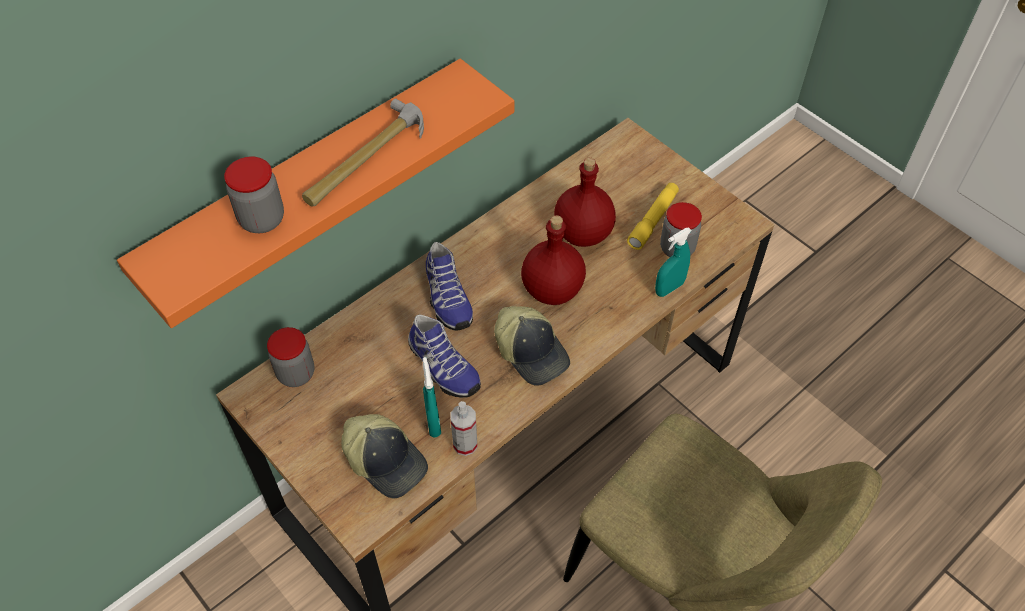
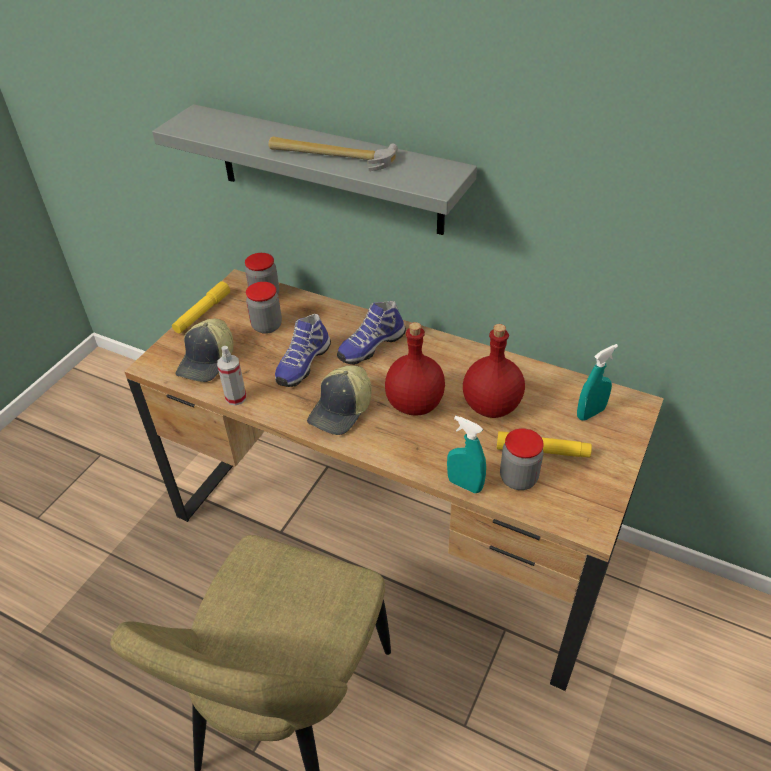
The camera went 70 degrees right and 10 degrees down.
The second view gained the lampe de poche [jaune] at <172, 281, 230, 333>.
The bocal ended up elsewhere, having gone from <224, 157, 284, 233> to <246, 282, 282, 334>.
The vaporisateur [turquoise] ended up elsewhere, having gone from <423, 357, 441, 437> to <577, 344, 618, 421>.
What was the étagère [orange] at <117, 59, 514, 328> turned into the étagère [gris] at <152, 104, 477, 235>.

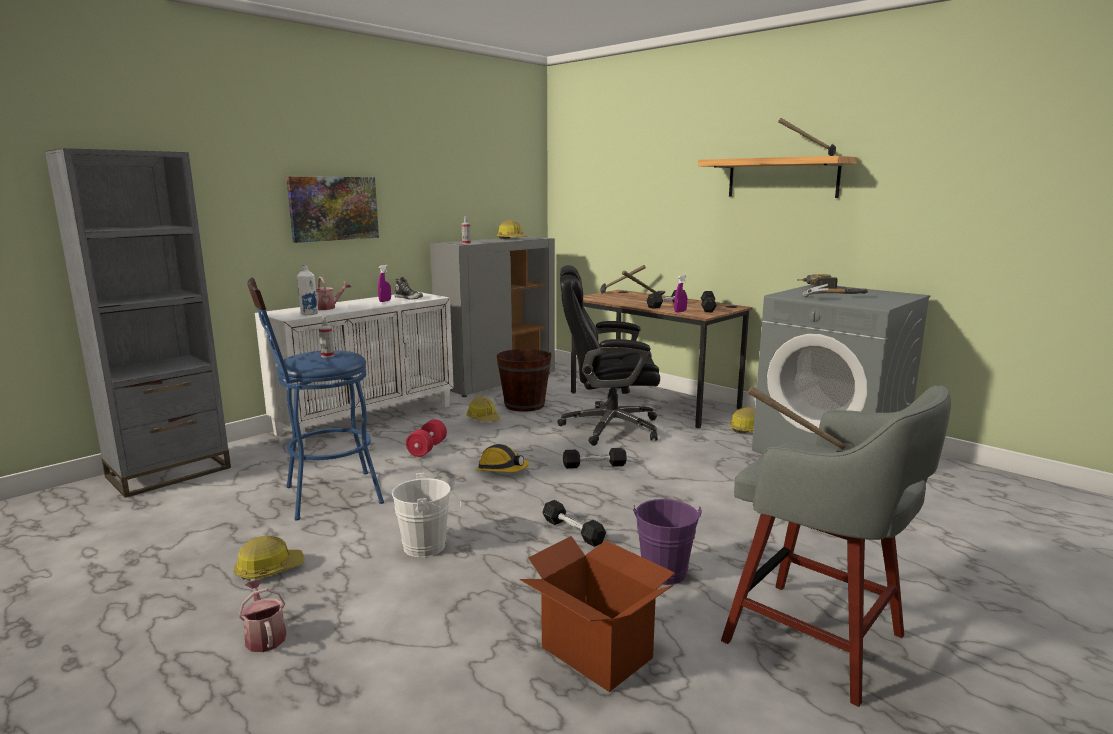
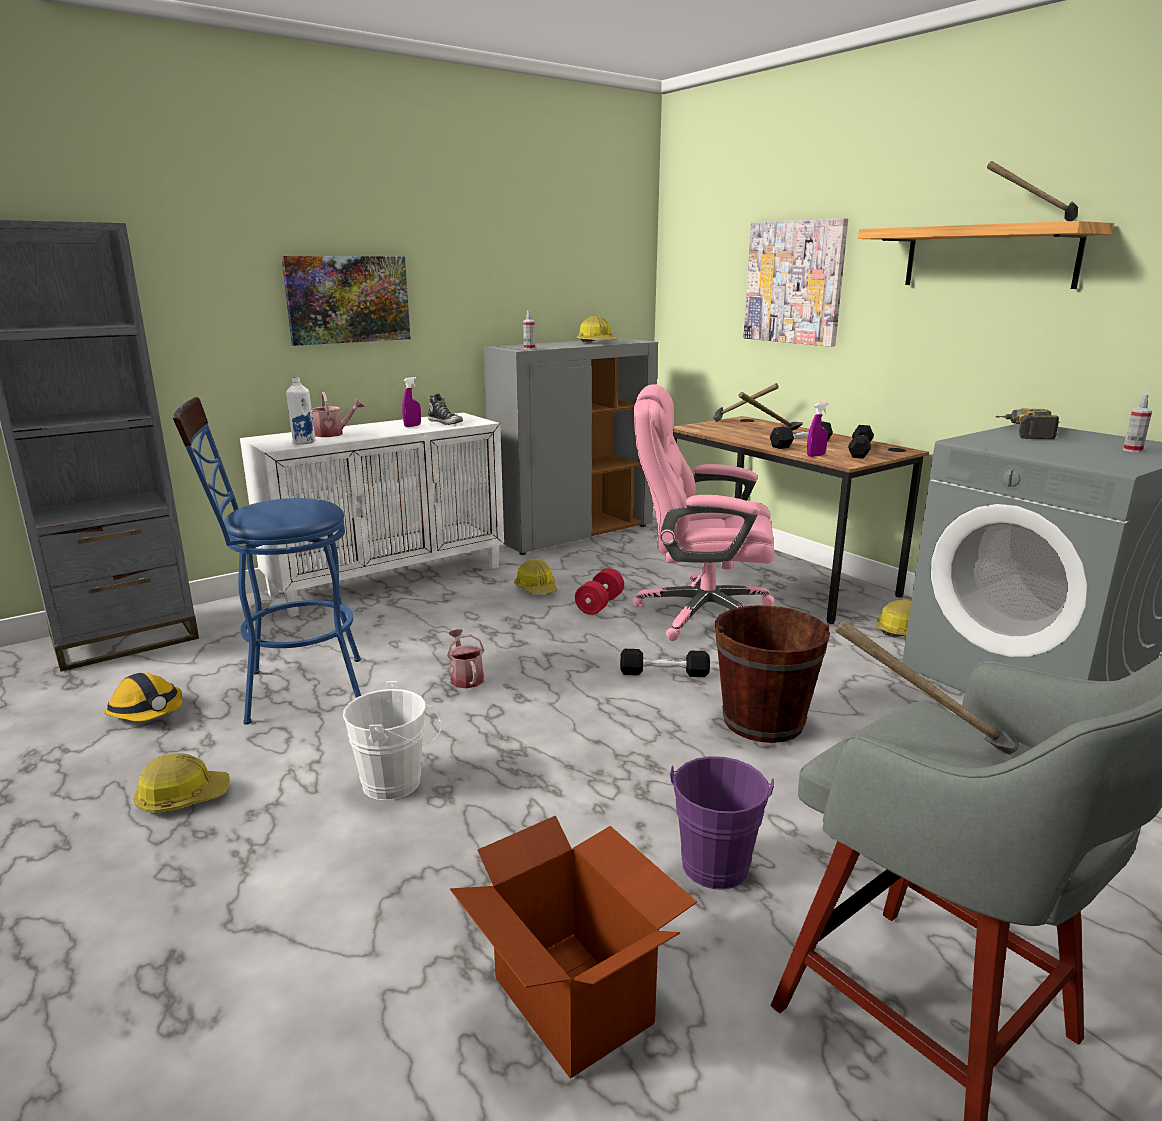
The camera went 10 degrees right and 5 degrees up.
The second view lost the haltère [noir] at <543, 500, 606, 547>.
The second view lost the marteau at <802, 284, 868, 297>.
The second view gained the tableau at <743, 218, 848, 347>.
The arrosoir ended up elsewhere, having gone from <239, 579, 286, 652> to <447, 629, 484, 689>.
The vaporisateur ended up elsewhere, having gone from <319, 316, 334, 358> to <1123, 394, 1152, 453>.
The haltère [rouge] ended up elsewhere, having gone from <406, 419, 447, 457> to <575, 568, 624, 615>.
The casque de chantier ended up elsewhere, having gone from <476, 444, 529, 472> to <104, 673, 183, 721>.
The seau [marron] ended up elsewhere, having gone from <497, 349, 551, 412> to <715, 605, 830, 743>.
What was the chaise de bureau [noir] at <558, 265, 660, 446> turned into the chaise de bureau [rose] at <632, 384, 775, 641>.

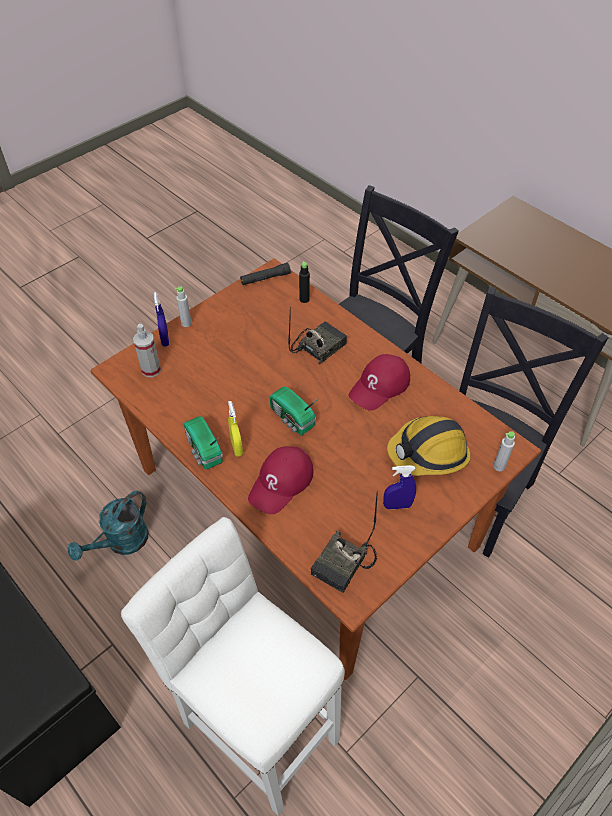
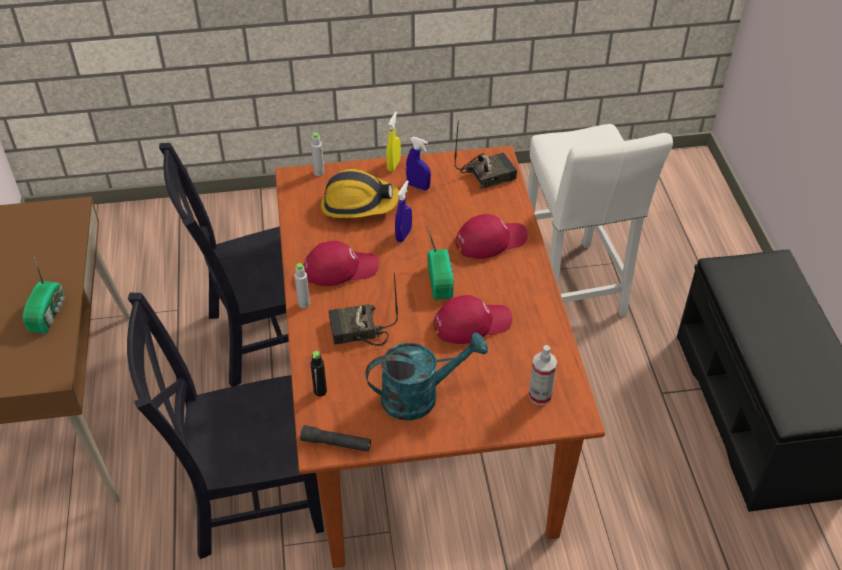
The camera went 145 degrees left and 5 degrees down.
The second view gained the casquette [rouge] at <434, 295, 512, 344>.
The arrosoir [turquoise] ended up elsewhere, having gone from <68, 491, 149, 561> to <365, 332, 488, 421>.
The vaporisateur [bleu] ended up elsewhere, having gone from <154, 292, 169, 347> to <395, 181, 412, 242>.
The bouteille [gris] ended up elsewhere, having gone from <175, 286, 192, 327> to <294, 263, 310, 308>.
The radio ended up elsewhere, having gone from <184, 416, 223, 470> to <23, 257, 65, 333>.
The vaporisateur [jaune] ended up elsewhere, having gone from <228, 401, 243, 457> to <386, 112, 401, 172>.

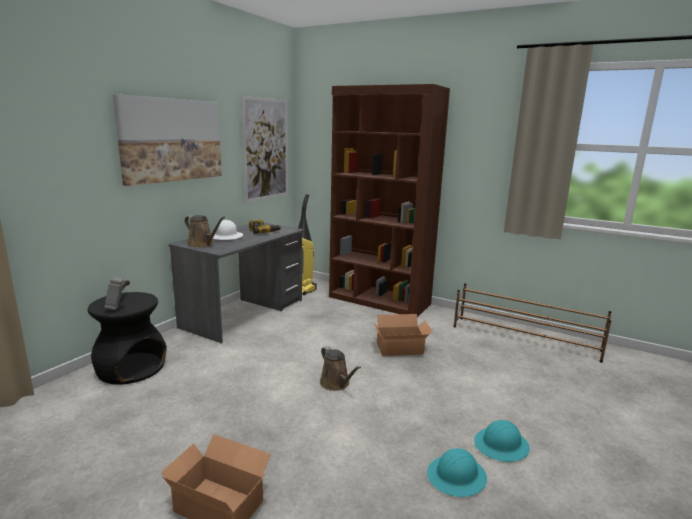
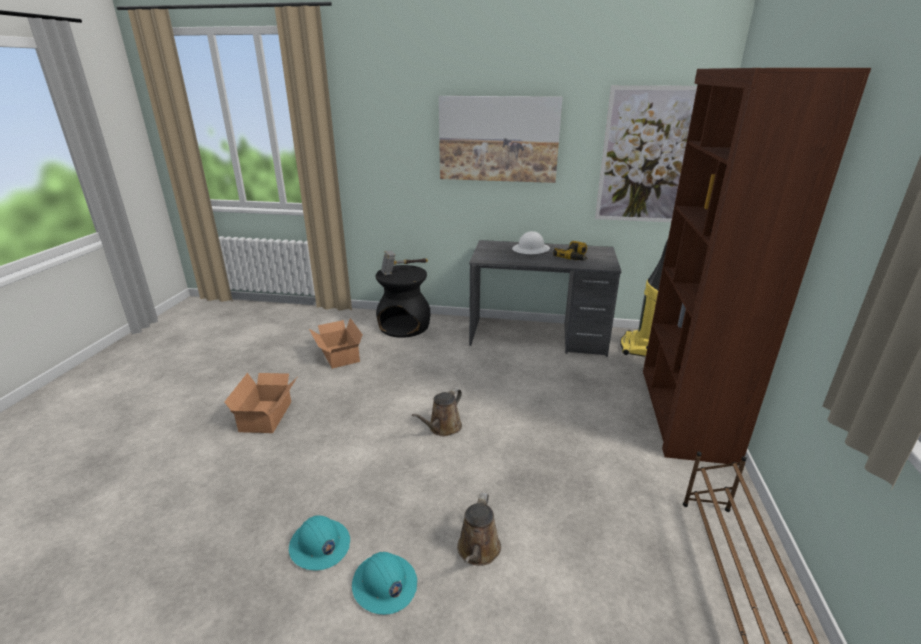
The camera went 70 degrees right and 10 degrees up.
The arrosoir [marron] ended up elsewhere, having gone from <185, 215, 225, 248> to <457, 493, 501, 566>.
The carton ended up elsewhere, having gone from <373, 314, 433, 356> to <309, 318, 363, 369>.

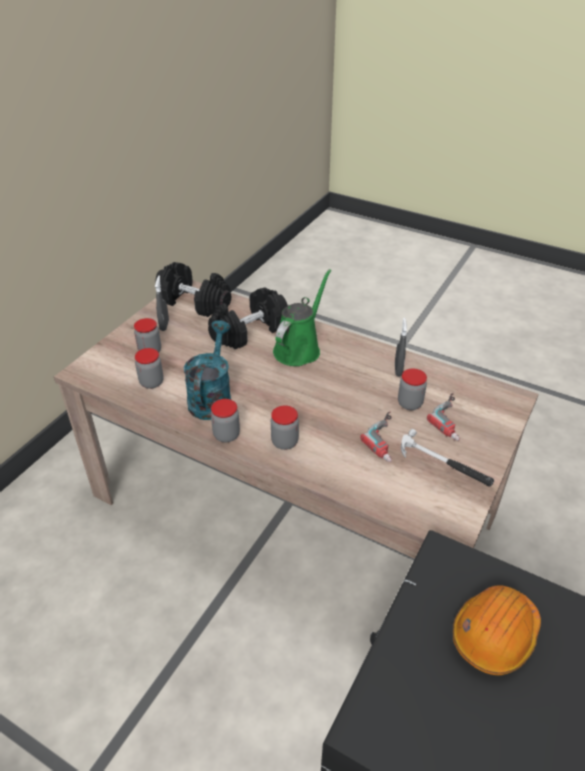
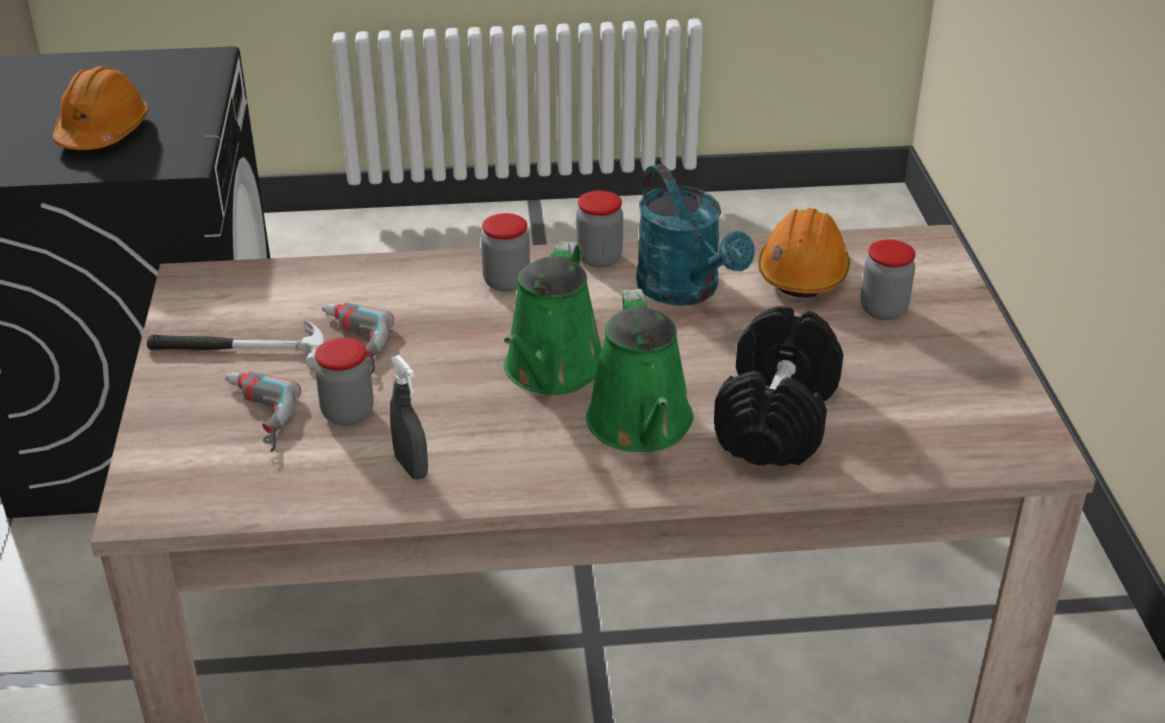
The camera went 145 degrees right and 5 degrees down.
The second view lost the haltère [noir] at <155, 262, 231, 317>.
The second view lost the vaporisateur [gris] at <155, 276, 169, 331>.
The second view gained the arrosoir [vert] at <504, 241, 602, 395>.
Where the bocal stood at <135, 348, 164, 389>, the casque de chantier [orange] came to stand at <758, 208, 850, 298>.

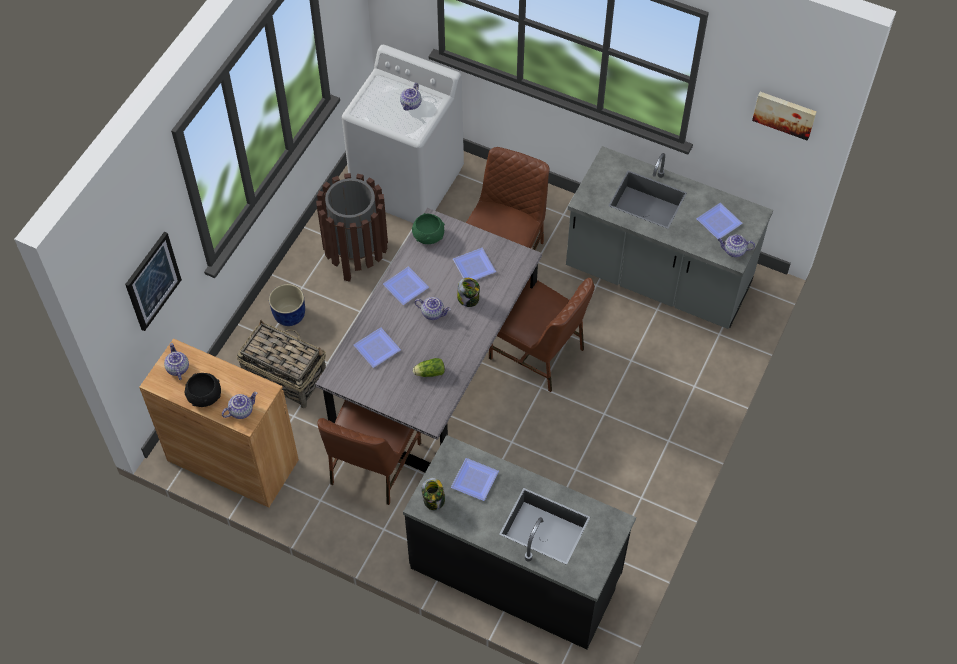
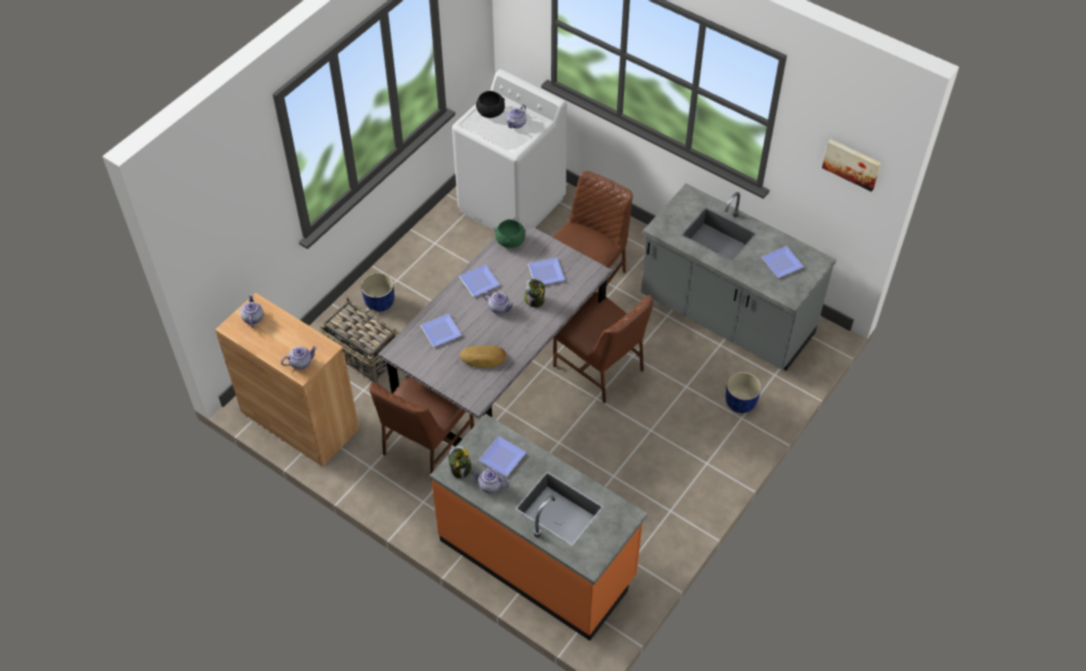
The camera went 10 degrees right and 5 degrees down.
The second view lost the tableau at <125, 232, 182, 331>.
The second view lost the poubelle [marron] at <316, 173, 388, 282>.
The second view gained the cache-pot [bleu] at <726, 372, 761, 413>.
The bol [noir] ended up elsewhere, having gone from <184, 373, 221, 407> to <476, 91, 505, 118>.
The théière ended up elsewhere, having gone from <718, 234, 755, 257> to <471, 469, 510, 493>.
Where the laitue stood at <413, 358, 445, 377>, the pain came to stand at <460, 346, 506, 368>.
What was the comptoir de cuisine [noir] at <403, 435, 636, 649> turned into the comptoir de cuisine [orange] at <430, 414, 648, 641>.

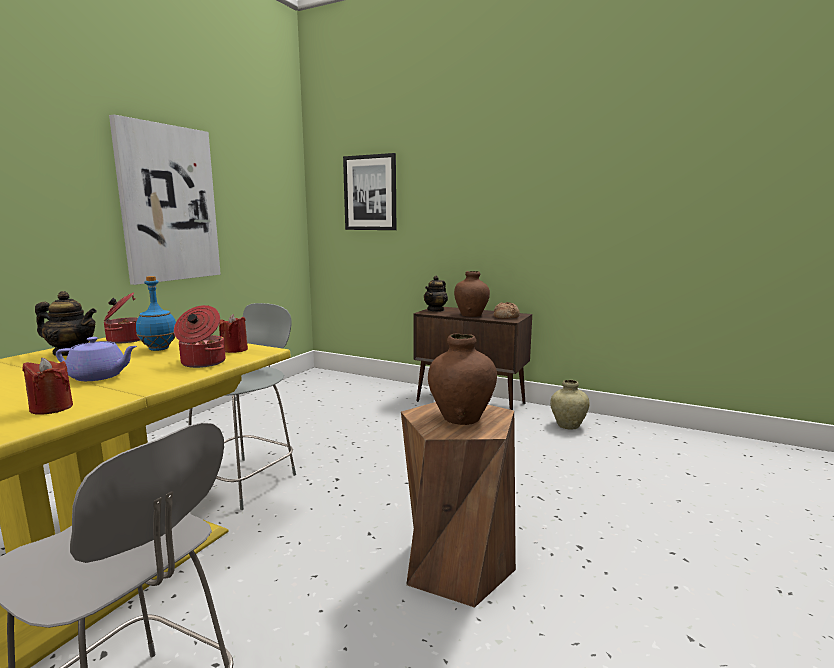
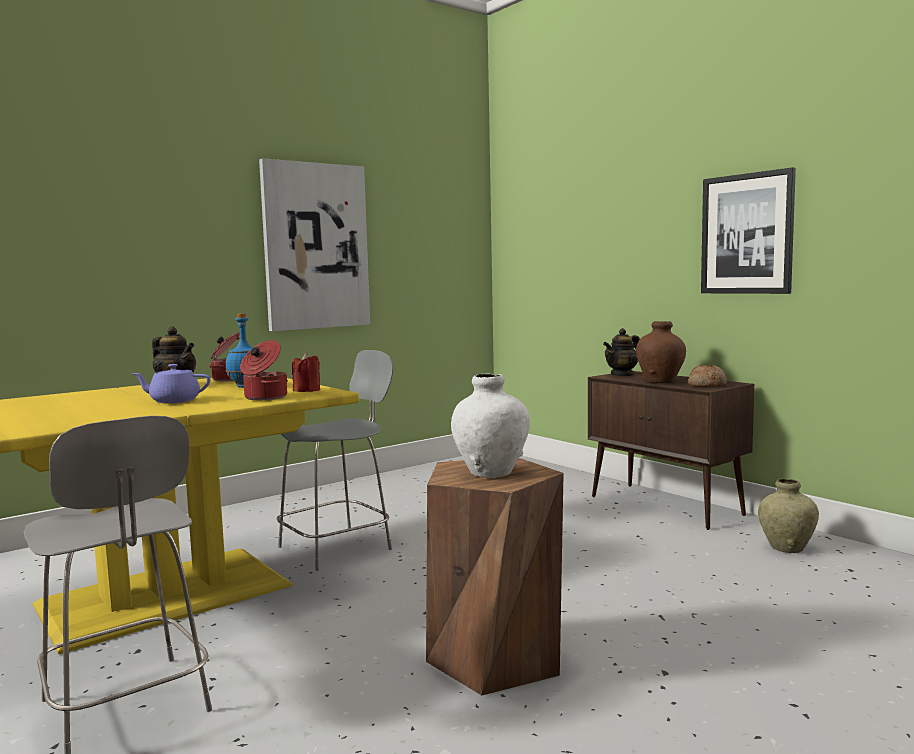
The camera went 25 degrees right and 5 degrees down.
The second view lost the bougie [rouge] at <22, 358, 73, 415>.
The tableau ended up elsewhere, having gone from <343, 153, 396, 230> to <701, 167, 796, 294>.
What was the vase [marron] at <428, 334, 497, 425> turned into the vase [blanc] at <451, 373, 530, 478>.
The théière [violet] at <56, 337, 137, 381> ended up facing another way, 150 degrees clockwise from before.

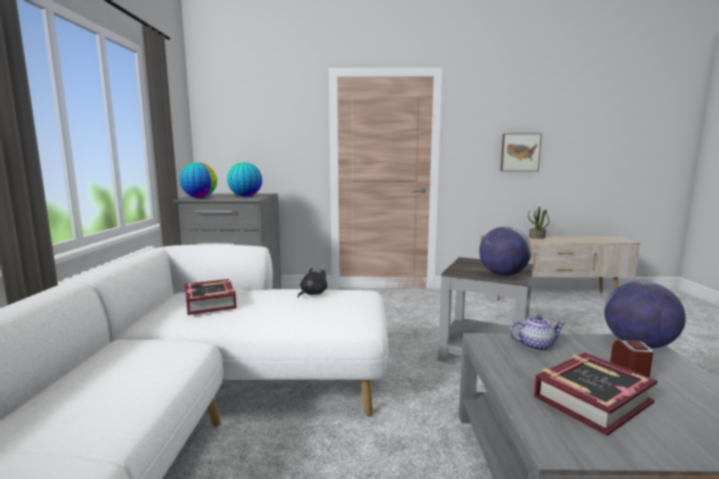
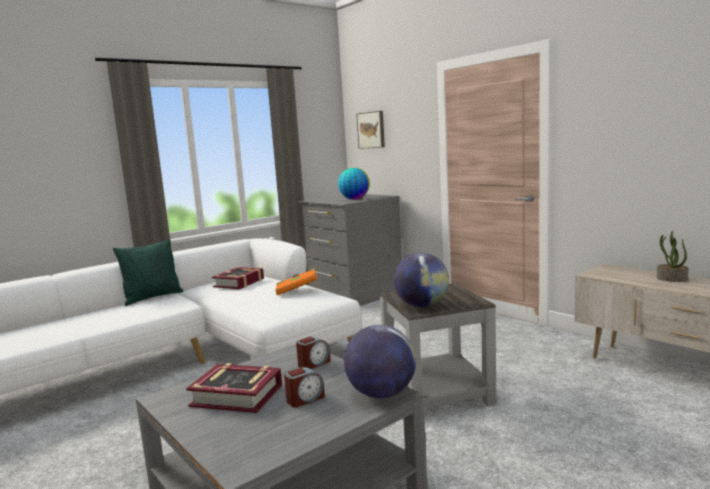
The camera went 50 degrees right and 0 degrees up.
The second view lost the globe at <179, 162, 217, 198>.
The second view gained the coussin [vert] at <113, 240, 183, 306>.
The tableau ended up elsewhere, having gone from <500, 133, 542, 171> to <356, 111, 385, 149>.
Where the peluche [noir] stood at <297, 268, 327, 298>, the livre [orange] came to stand at <275, 268, 317, 296>.
Where the théière stood at <509, 315, 566, 351>, the réveil came to stand at <296, 336, 331, 369>.

